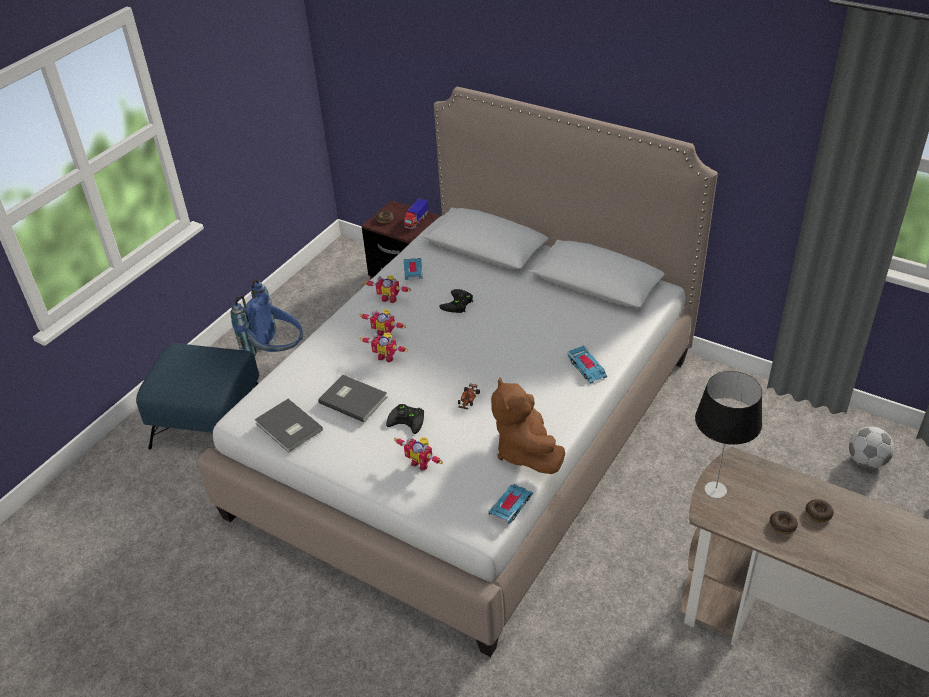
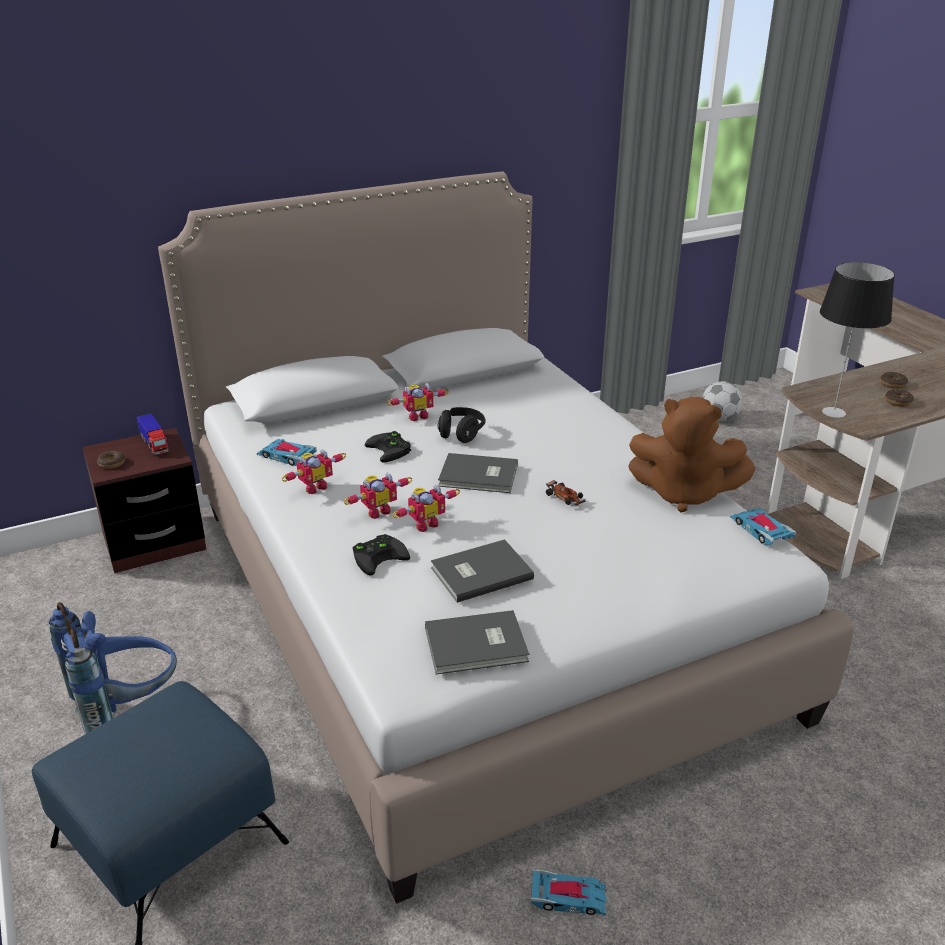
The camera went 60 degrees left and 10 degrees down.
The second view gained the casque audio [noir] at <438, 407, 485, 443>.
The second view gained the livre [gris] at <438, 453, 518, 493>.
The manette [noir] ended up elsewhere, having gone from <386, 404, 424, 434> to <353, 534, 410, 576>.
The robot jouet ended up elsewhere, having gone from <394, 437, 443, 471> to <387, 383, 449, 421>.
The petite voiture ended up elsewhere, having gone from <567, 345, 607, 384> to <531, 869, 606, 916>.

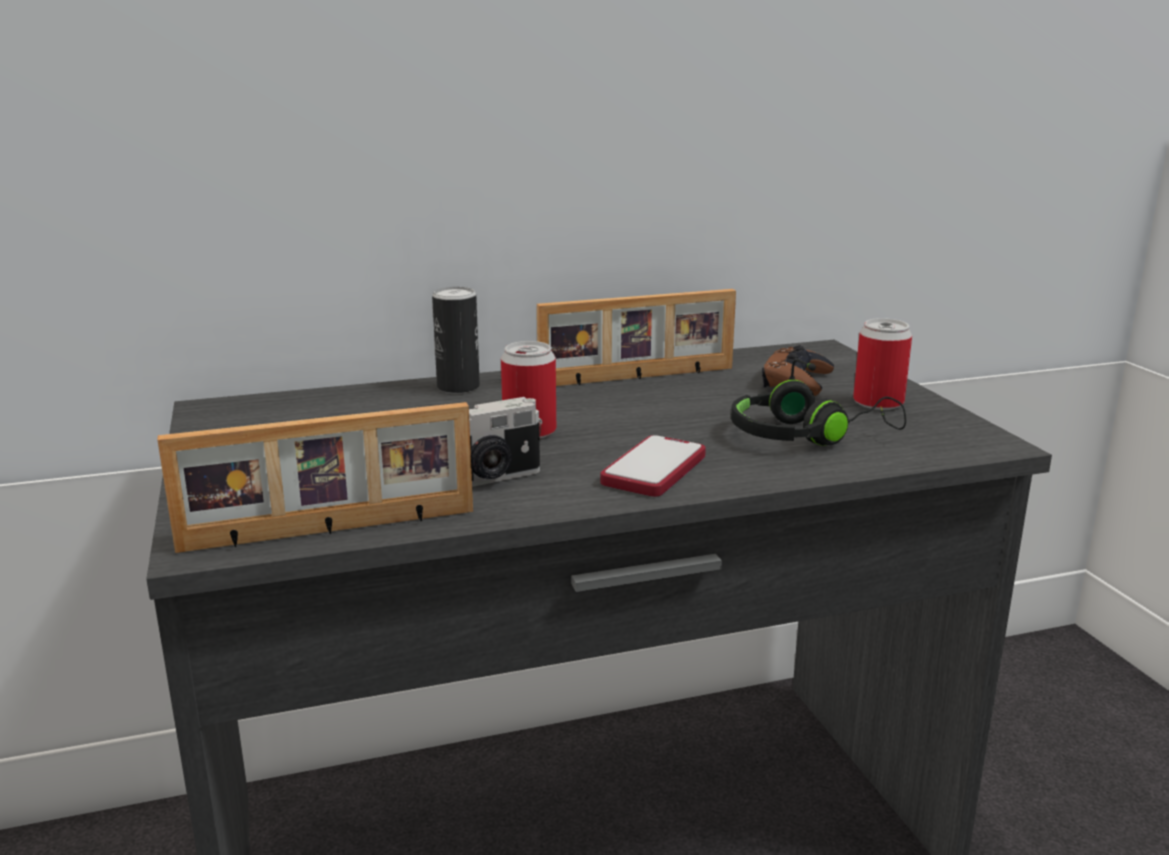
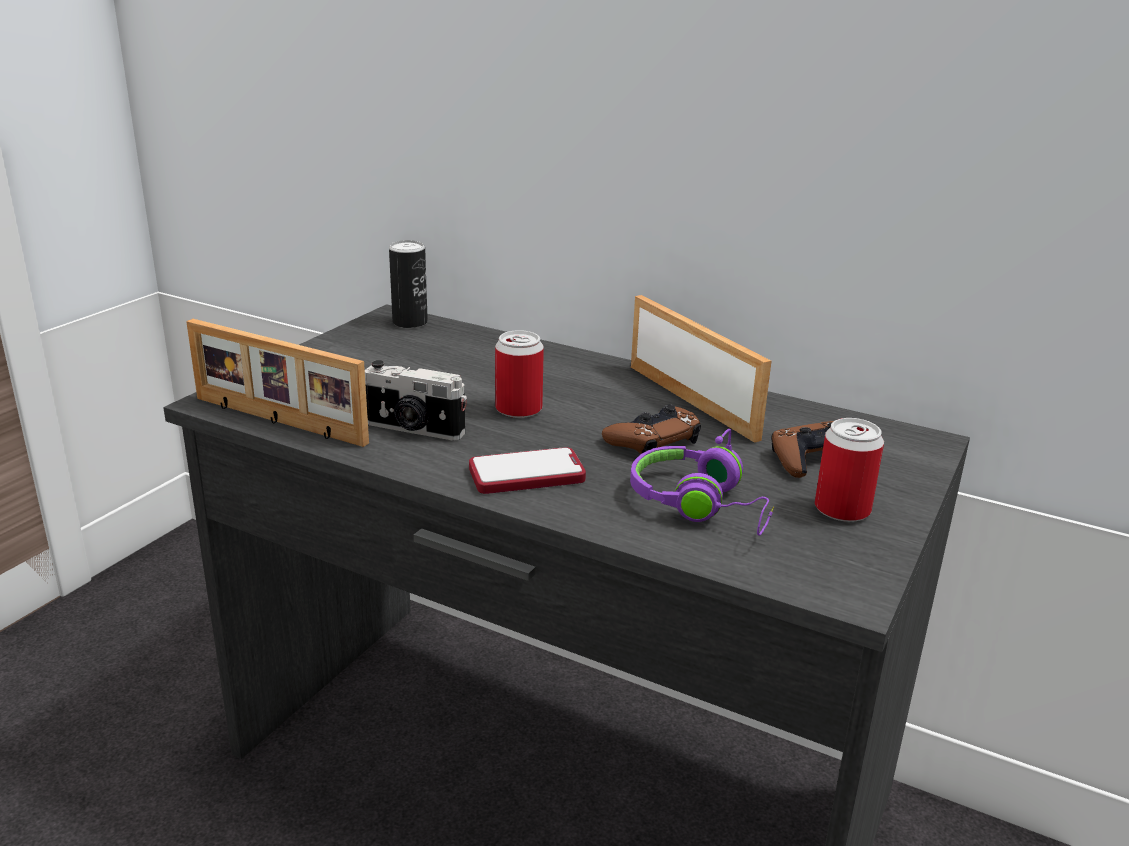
The camera went 45 degrees right and 5 degrees up.
The second view gained the manette [marron] at <602, 404, 701, 454>.
The boîte métallique ended up elsewhere, having gone from <432, 287, 480, 393> to <389, 240, 428, 328>.
What was the casque audio [noir] at <731, 359, 906, 446> turned into the casque audio [violet] at <630, 429, 774, 536>.
The cadre photo at <537, 289, 736, 386> ended up facing another way, 150 degrees counterclockwise from before.

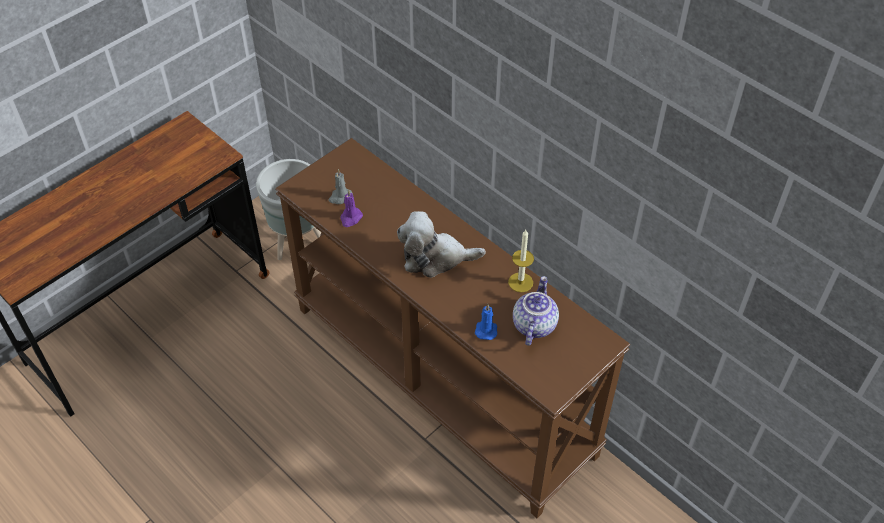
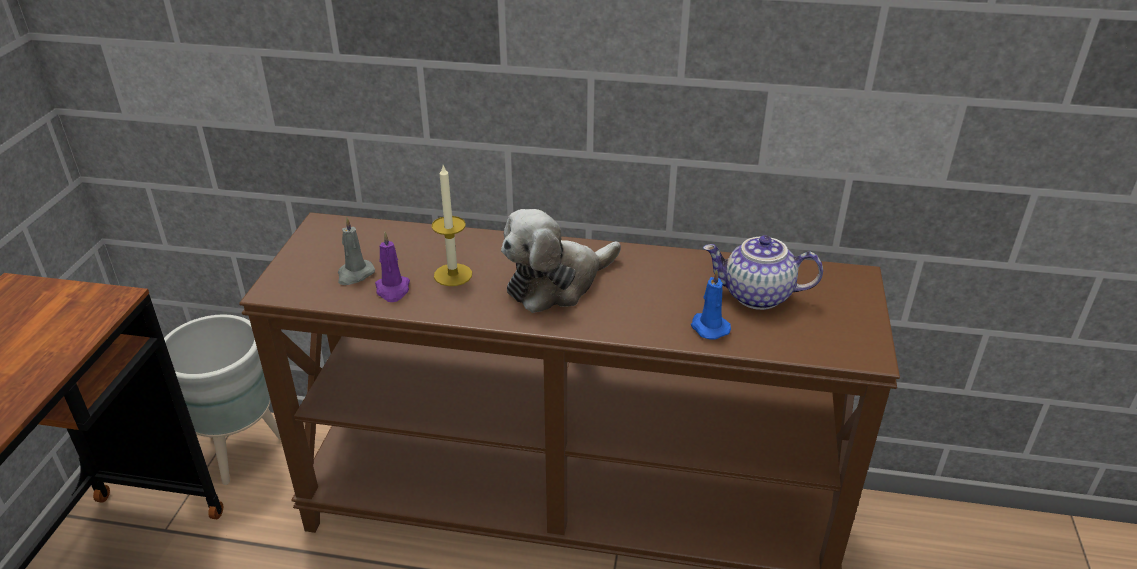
The camera went 35 degrees left and 15 degrees down.
The bougie ended up elsewhere, having gone from <508, 230, 534, 293> to <432, 166, 472, 286>.
The théière at <513, 276, 559, 346> ended up facing another way, 60 degrees counterclockwise from before.

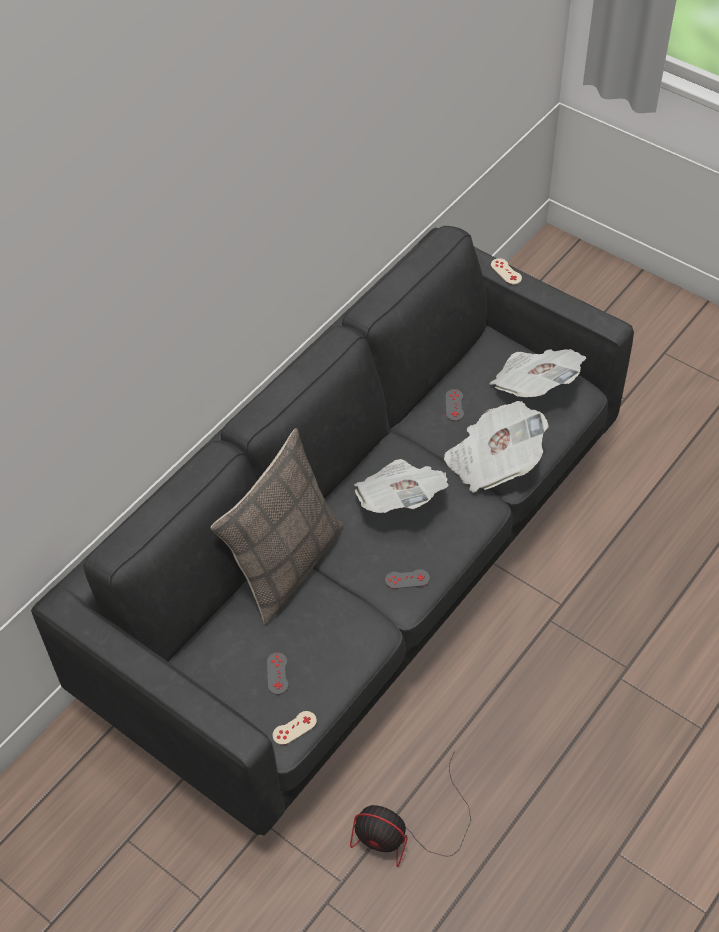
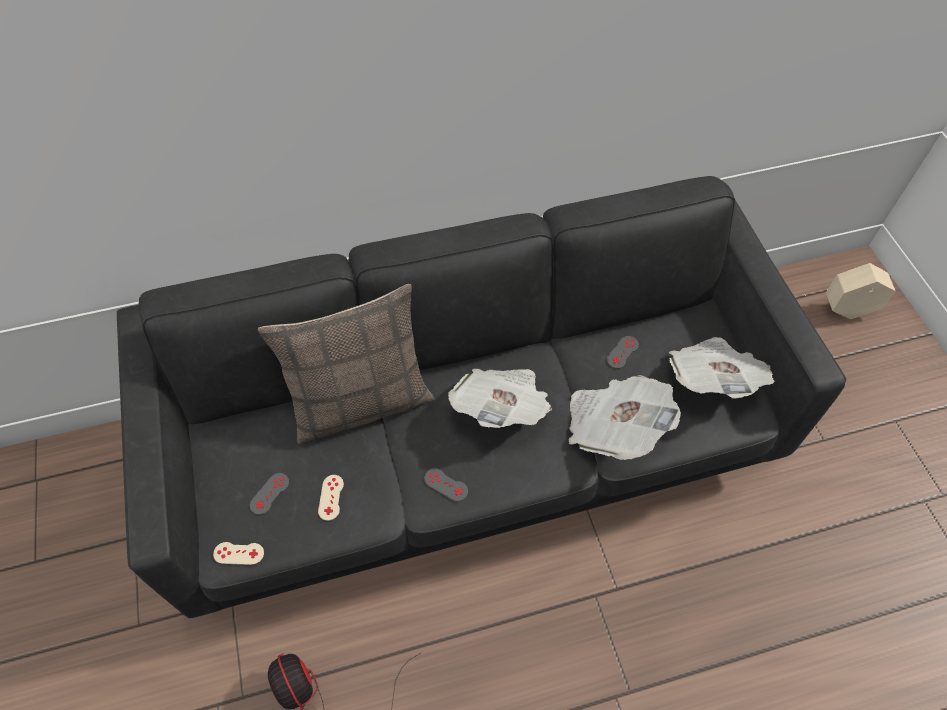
The camera went 35 degrees right and 5 degrees up.
The second view gained the cache-pot [beige] at <826, 263, 896, 319>.
The manette [beige] ended up elsewhere, having gone from <491, 258, 522, 285> to <318, 475, 344, 521>.

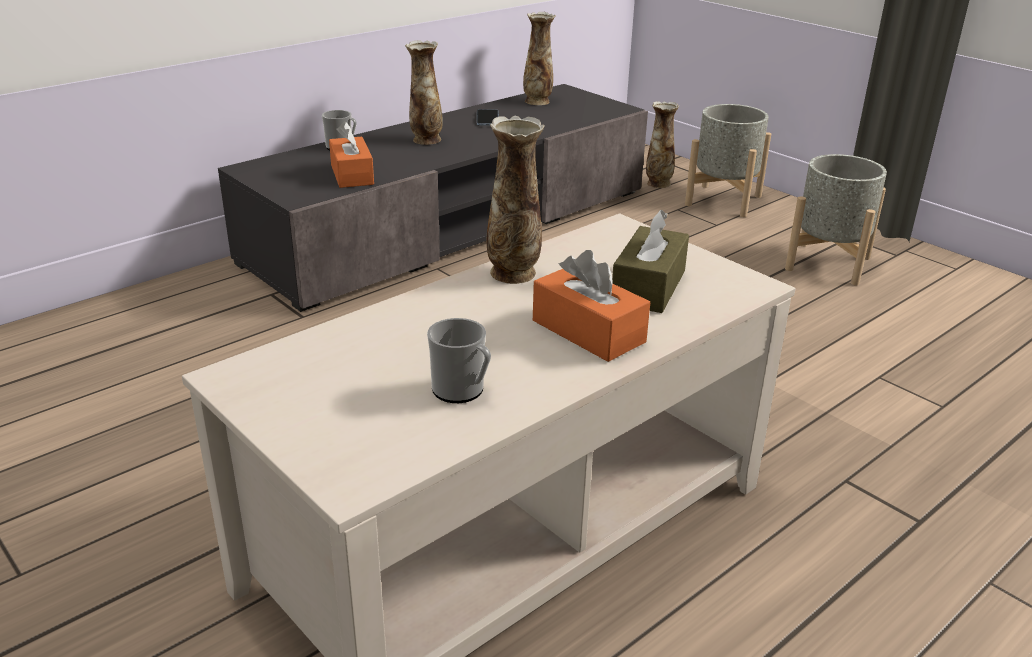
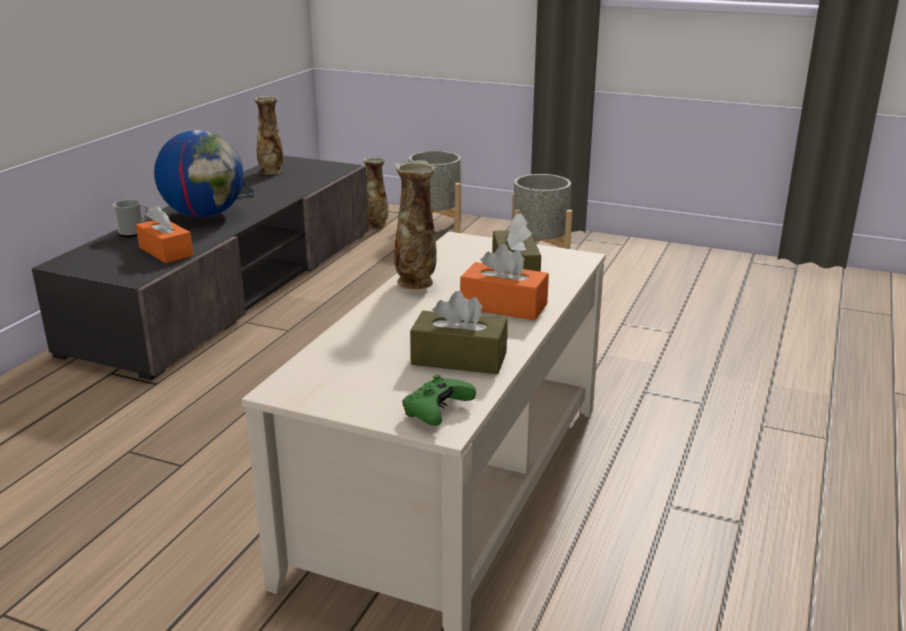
The camera went 25 degrees left and 5 degrees down.
The second view gained the manette [vert] at <402, 375, 476, 426>.
Where the vase stood at <405, 40, 443, 145>, the globe came to stand at <154, 130, 243, 218>.
Where the mug stood at <427, 318, 491, 403>, the boîte à mouchoirs [marron] came to stand at <410, 291, 508, 374>.

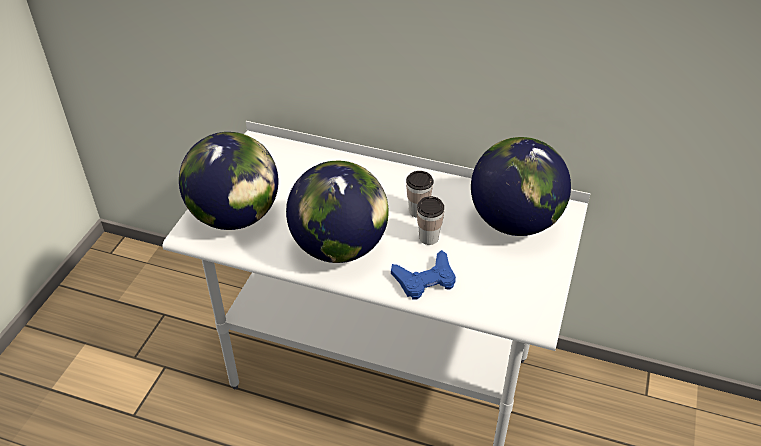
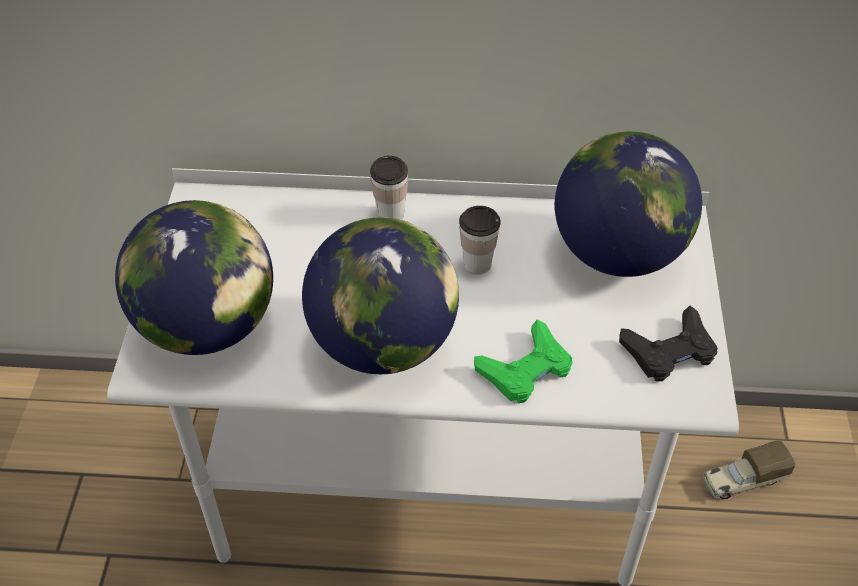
The camera went 15 degrees left and 5 degrees up.
The second view gained the manette [noir] at <619, 305, 718, 381>.
The second view gained the camion jouet at <703, 440, 795, 499>.
The tasse ended up elsewhere, having gone from <417, 196, 444, 245> to <370, 155, 408, 220>.
What was the manette [bleu] at <391, 250, 456, 300> turned into the manette [vert] at <474, 319, 573, 403>.

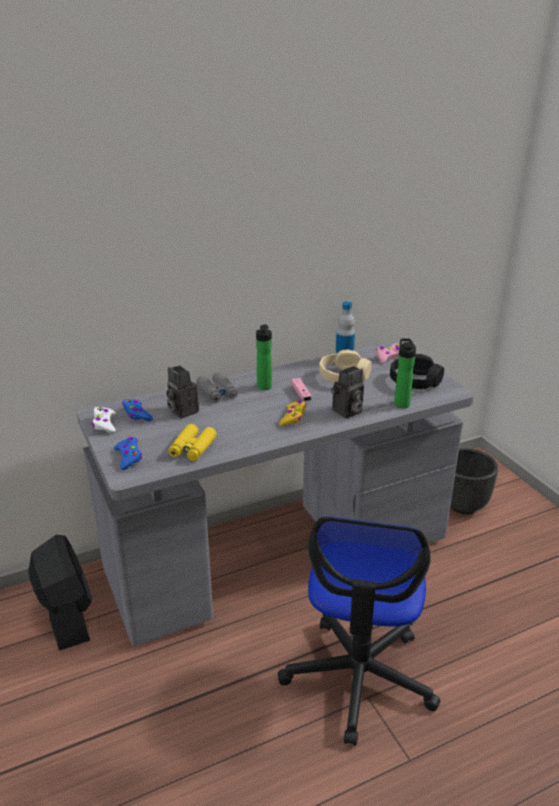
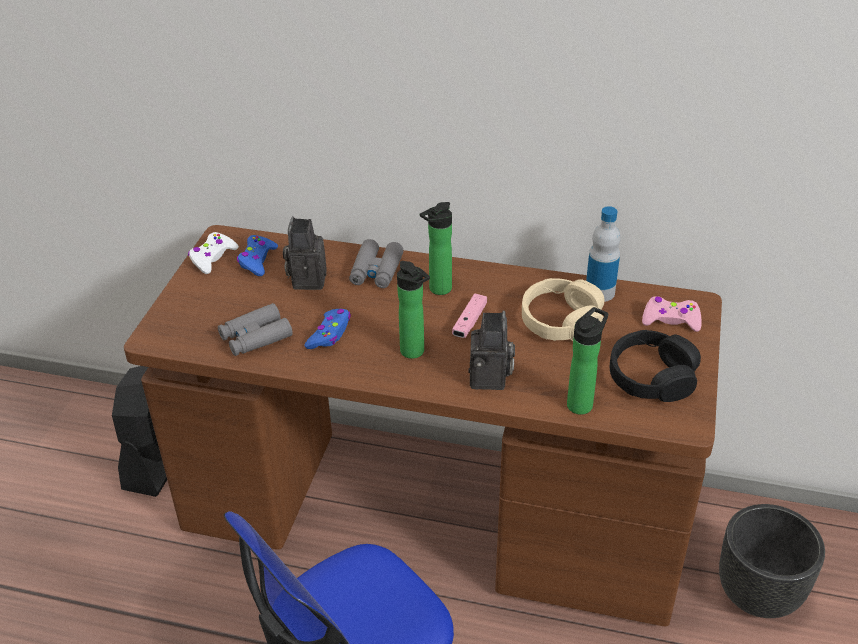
The camera went 40 degrees right and 10 degrees up.
The manette [bleu] ended up elsewhere, having gone from <114, 437, 142, 470> to <304, 309, 351, 349>.
Where the manette [jaune] stood at <279, 401, 306, 426>, the bouteille came to stand at <397, 261, 430, 359>.
What was the bureau [gris] at <77, 341, 474, 646> turned into the bureau [marron] at <124, 225, 722, 626>.
What was the jumelles [jaune] at <168, 424, 217, 461> turned into the jumelles [gris] at <218, 303, 293, 356>.
The appareil photo at <331, 366, 364, 418> ended up facing another way, 90 degrees counterclockwise from before.

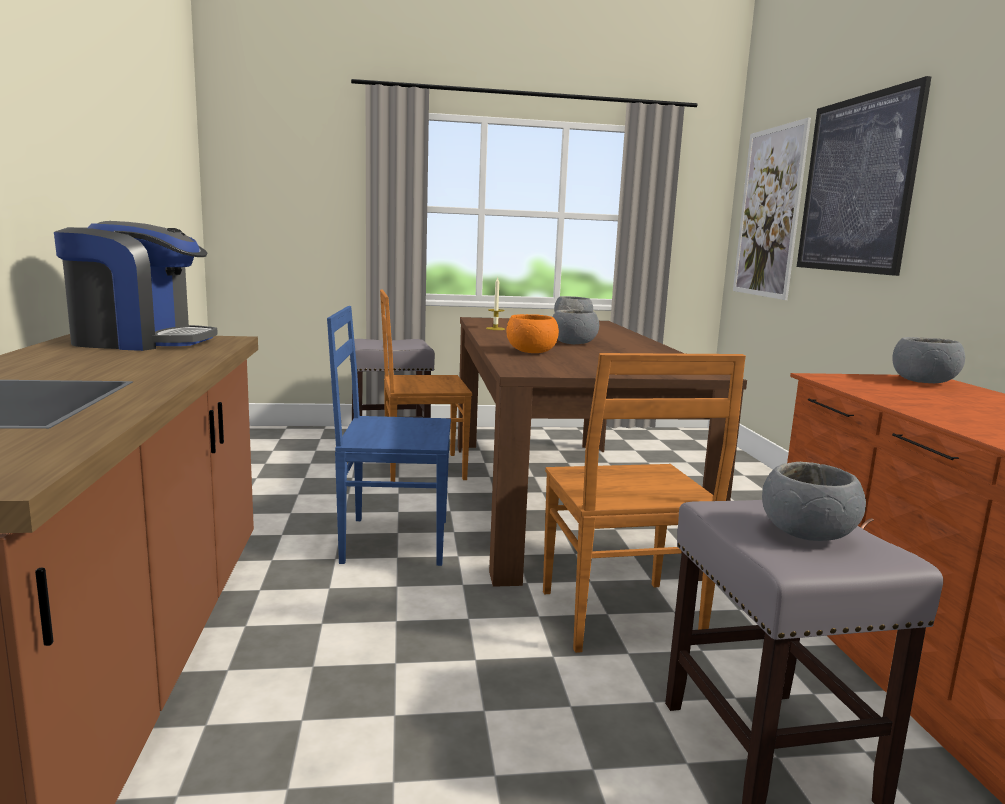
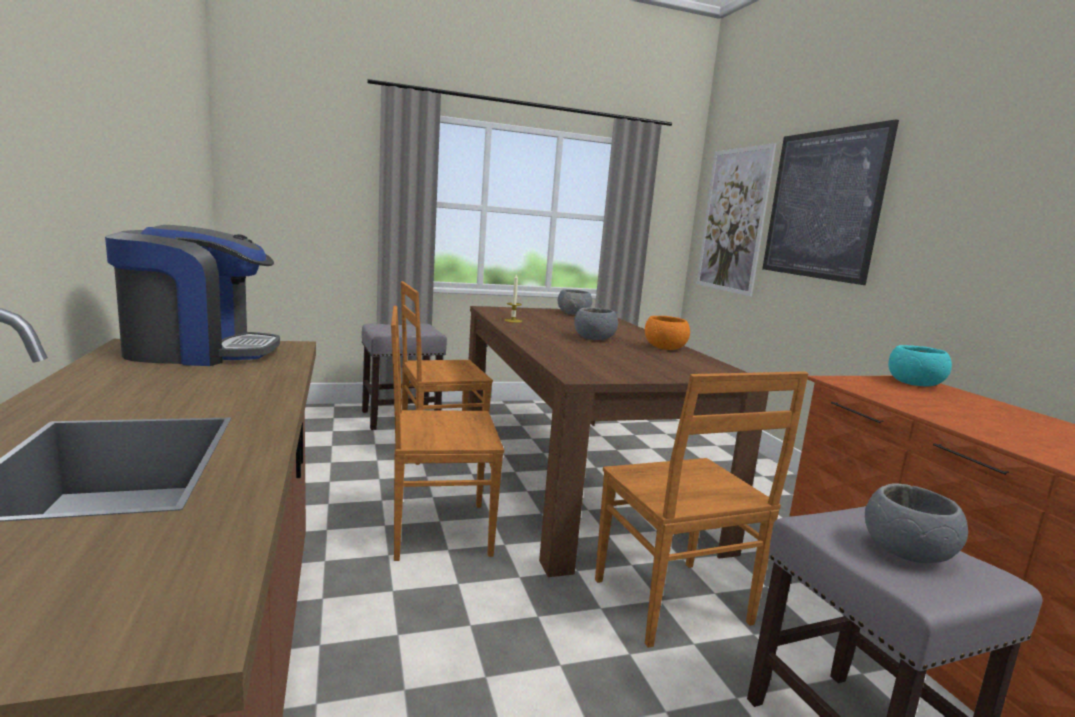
The camera went 10 degrees left and 0 degrees up.
The bol [orange] ended up elsewhere, having gone from <506, 314, 559, 353> to <645, 316, 690, 350>.
What was the chaise [bleu] at <327, 306, 451, 566> turned into the chaise [marron] at <391, 306, 504, 561>.
What was the bol [gris] at <892, 337, 965, 383> turned into the bol [turquoise] at <888, 345, 952, 386>.

